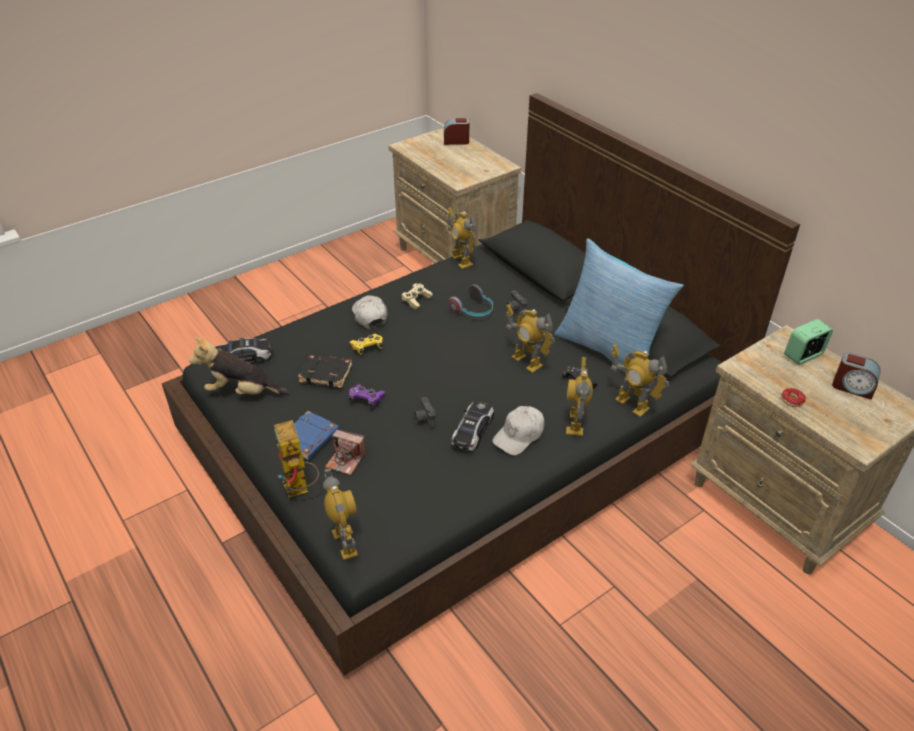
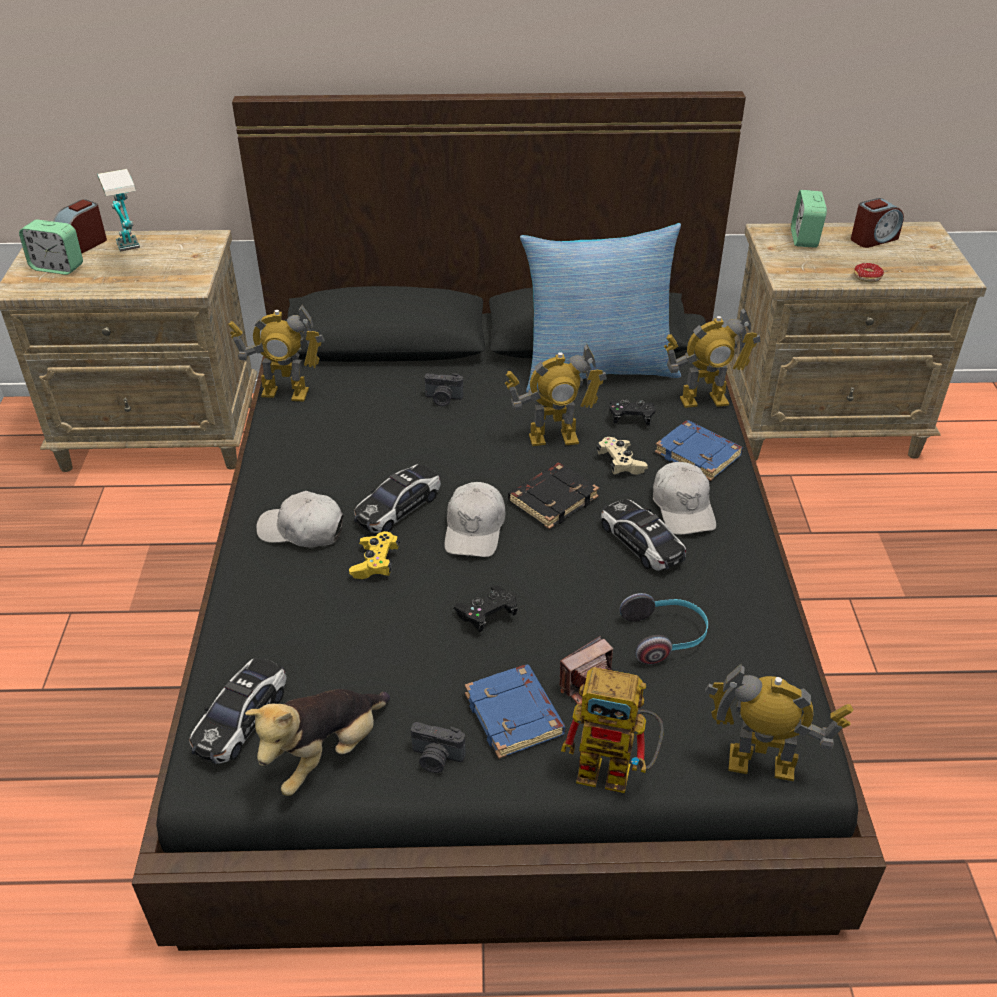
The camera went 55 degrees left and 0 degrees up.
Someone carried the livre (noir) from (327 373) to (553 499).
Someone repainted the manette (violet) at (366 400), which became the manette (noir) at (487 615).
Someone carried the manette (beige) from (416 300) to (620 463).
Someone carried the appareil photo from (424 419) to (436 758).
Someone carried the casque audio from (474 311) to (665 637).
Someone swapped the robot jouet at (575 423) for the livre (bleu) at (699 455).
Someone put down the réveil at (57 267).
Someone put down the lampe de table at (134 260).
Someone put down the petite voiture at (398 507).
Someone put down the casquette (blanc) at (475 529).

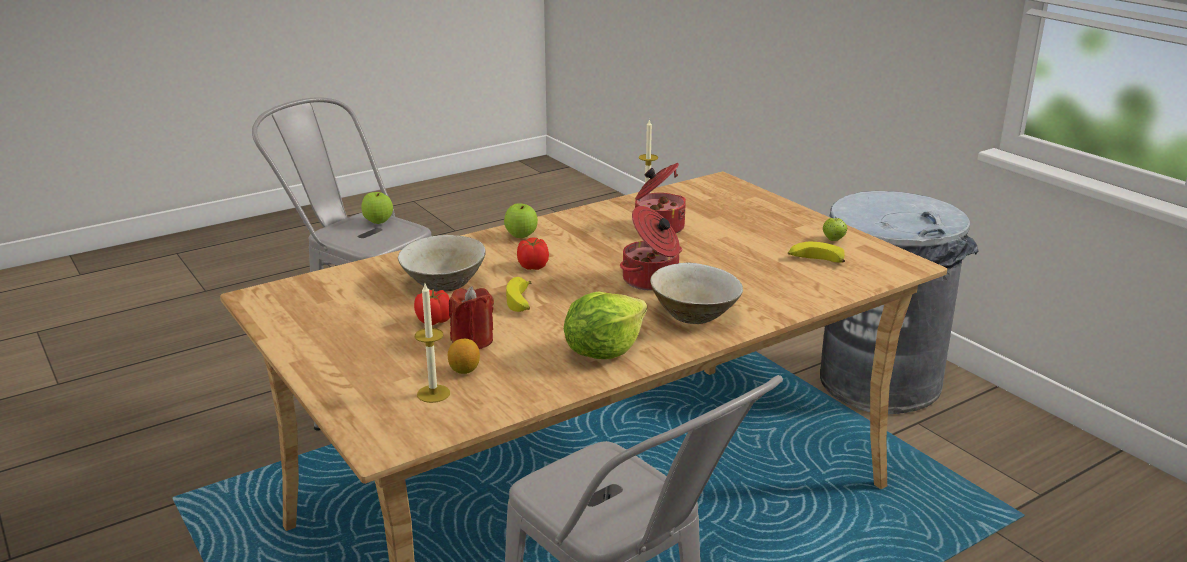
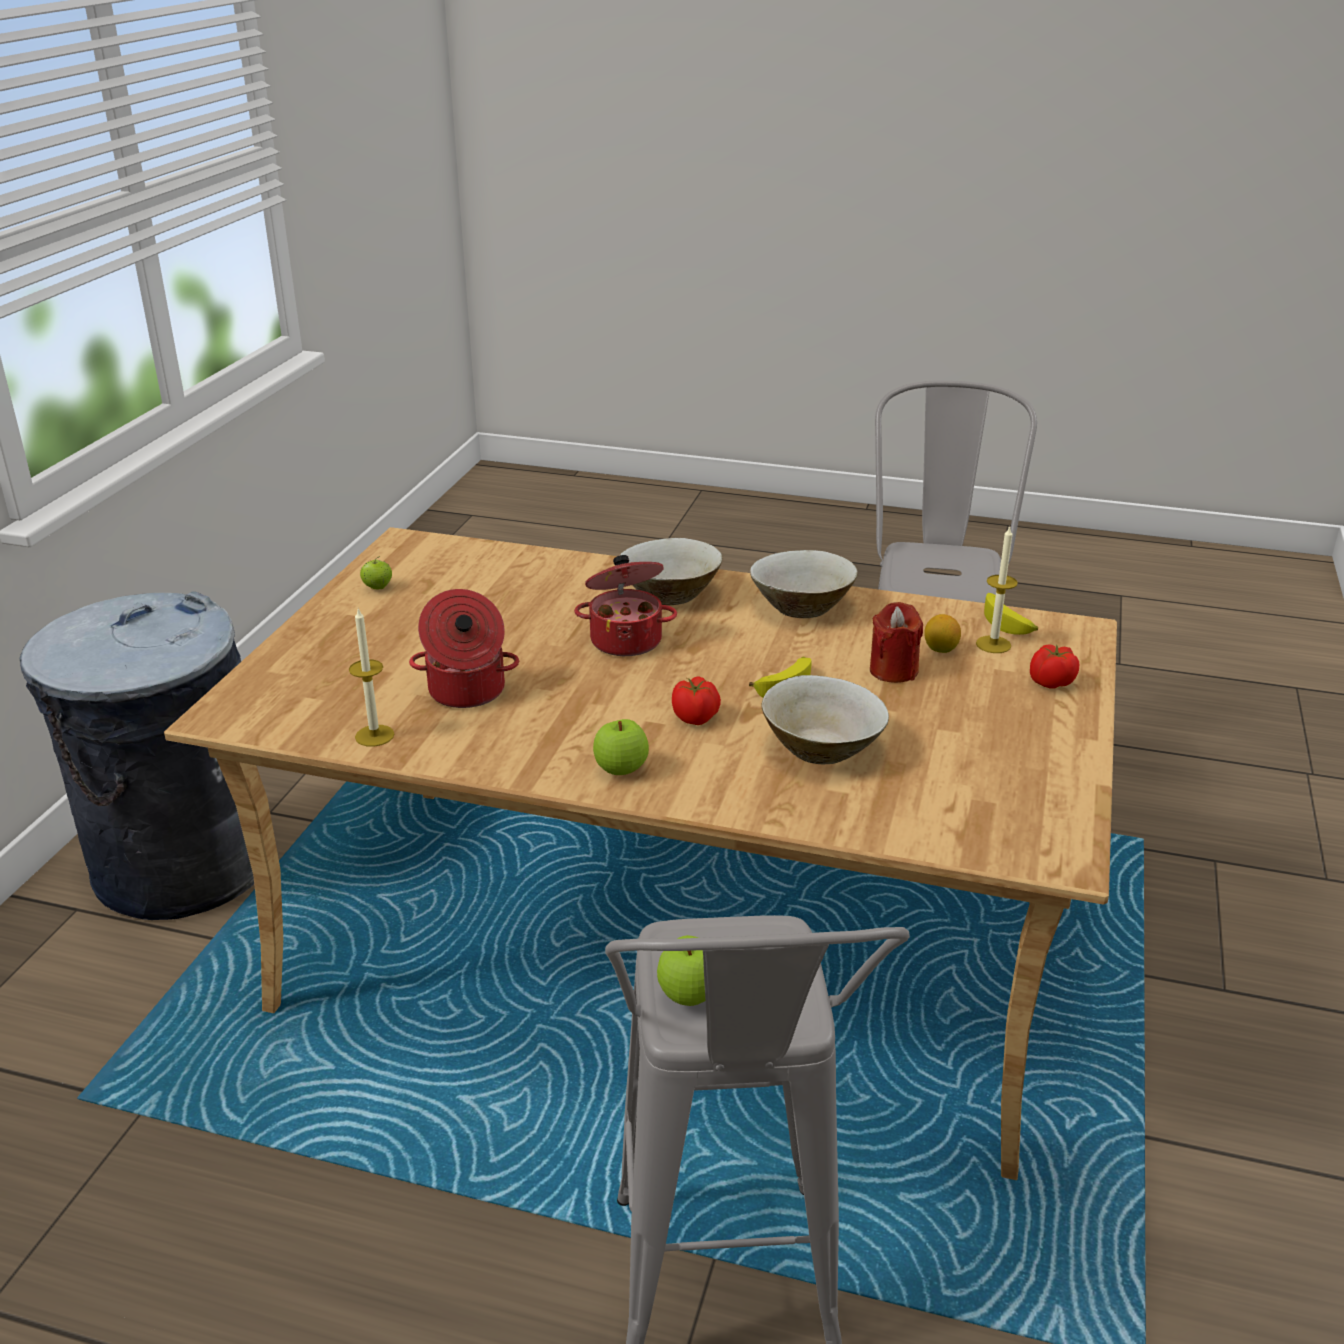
The camera went 130 degrees left and 5 degrees up.
Someone carried the tomate from (435 321) to (1051 683).
Someone swapped the laitue at (603 351) for the bol (beige) at (801 607).
Someone carried the banane from (815 261) to (1009 623).

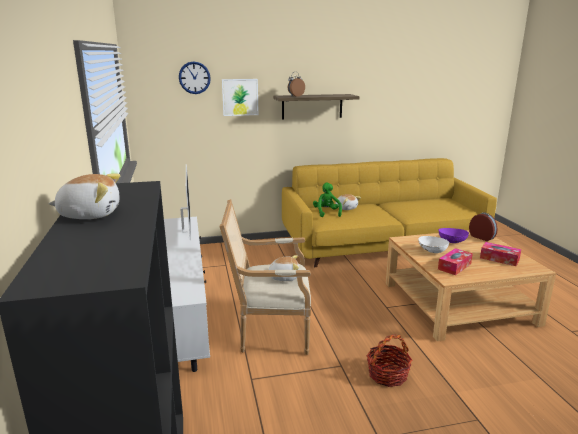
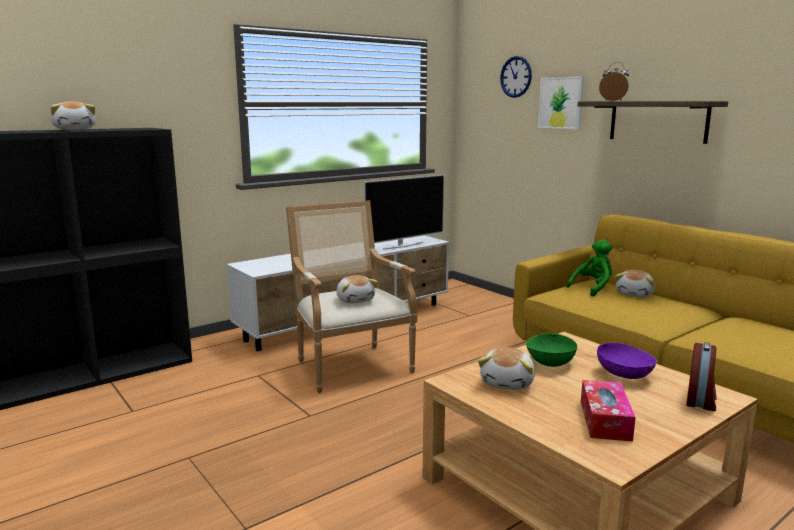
The camera went 65 degrees right and 5 degrees down.
Someone took away the panier at (387 375).
Someone repainted the bol (blanc) at (432 251), which became the bol (vert) at (550 363).
Someone swapped the boîte à mouchoirs at (454 266) for the peluche at (508 383).

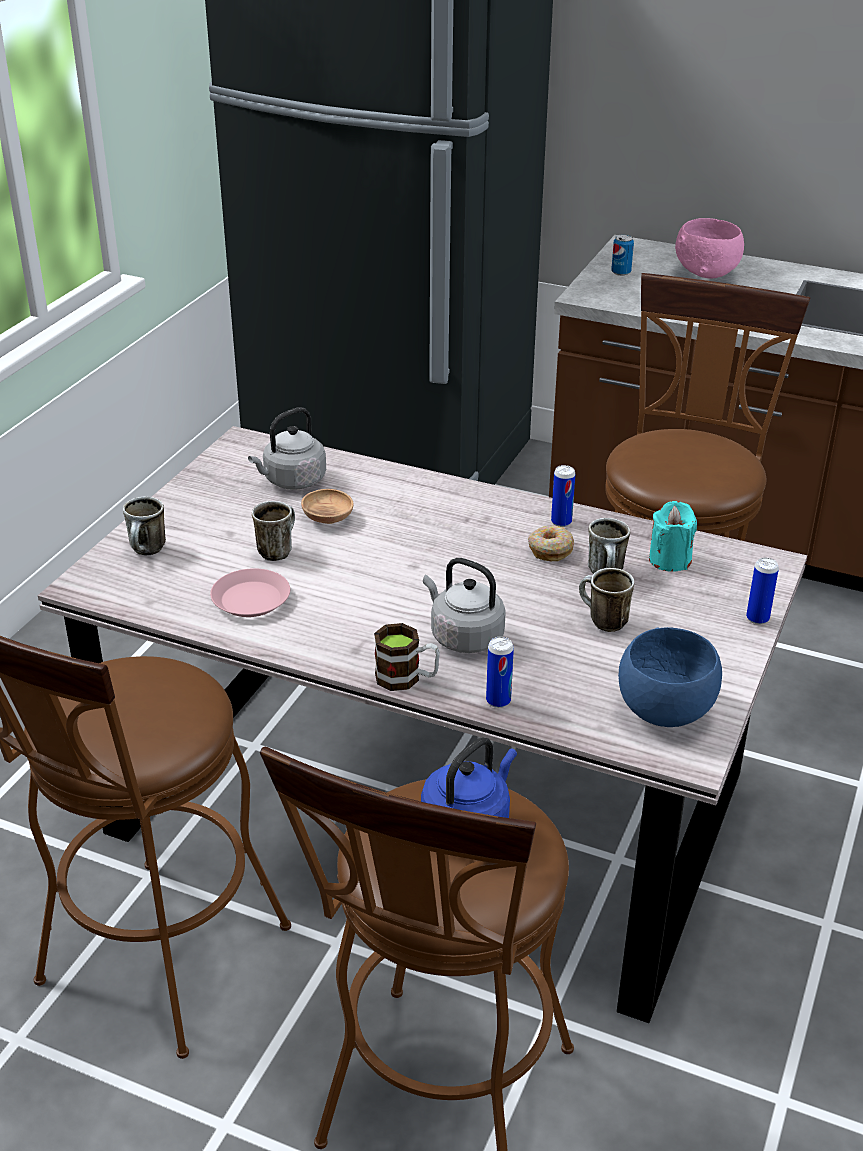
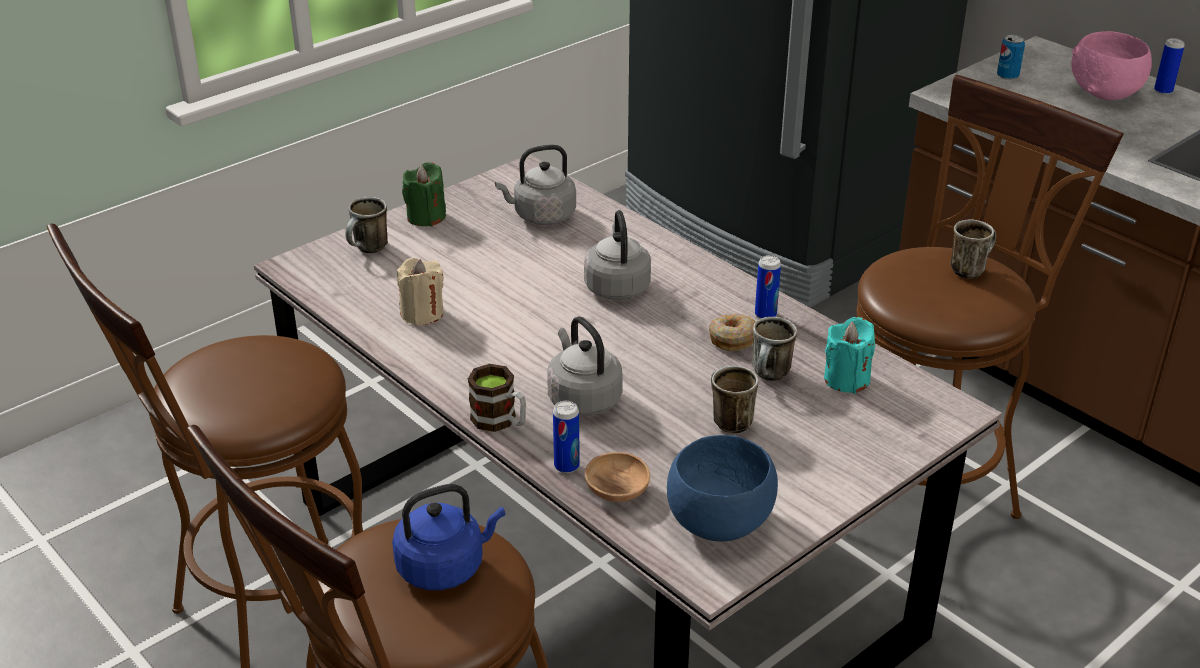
The camera went 25 degrees right and 0 degrees up.
Someone swapped the assiette (rose) at (251 599) for the bougie (beige) at (422 313).
Someone carried the mug from (277 549) to (970 268).
Someone carried the bol (marron) from (328 518) to (617 491).
Someone carried the boîte métallique from (757 618) to (1163 91).
Someone put down the bougie (vert) at (426 217).
Someone put down the bouilloire (gris) at (617 286).

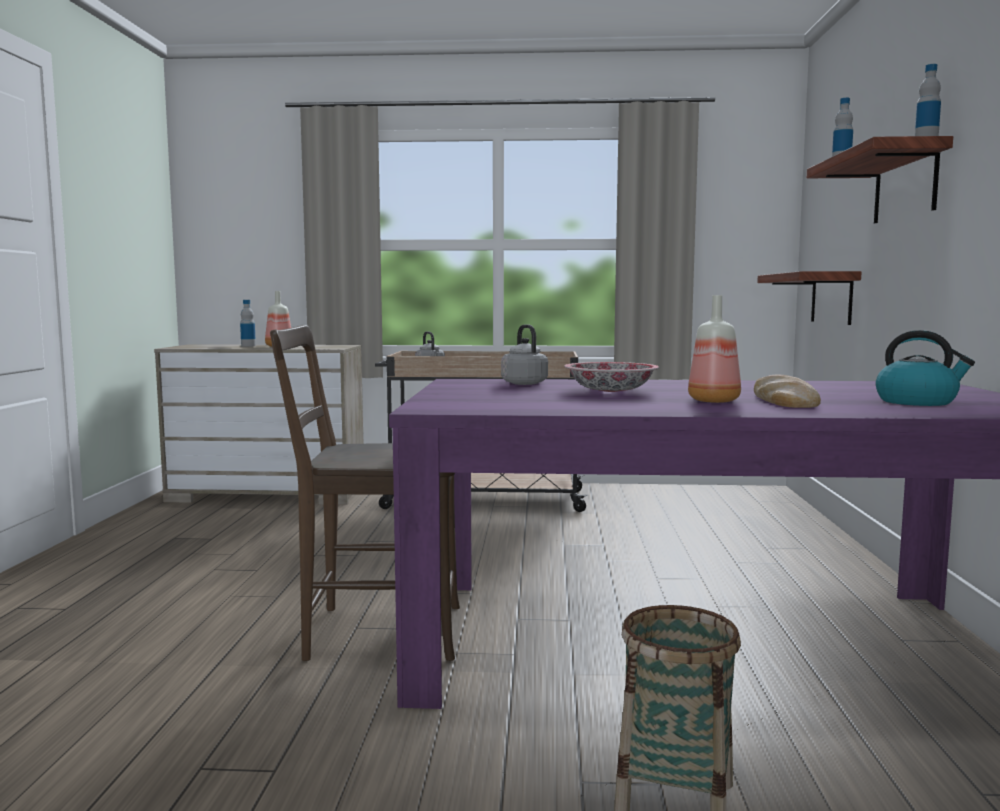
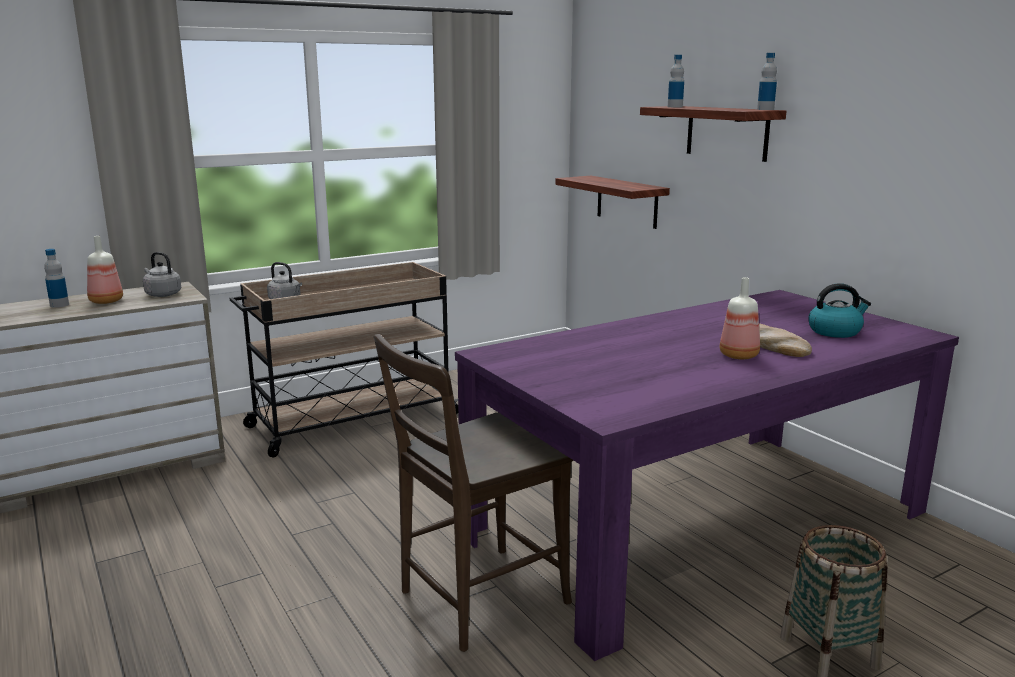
The camera went 35 degrees left and 10 degrees up.
Someone carried the bouilloire (gris) from (523 383) to (162 294).
Someone took away the bol at (611 391).

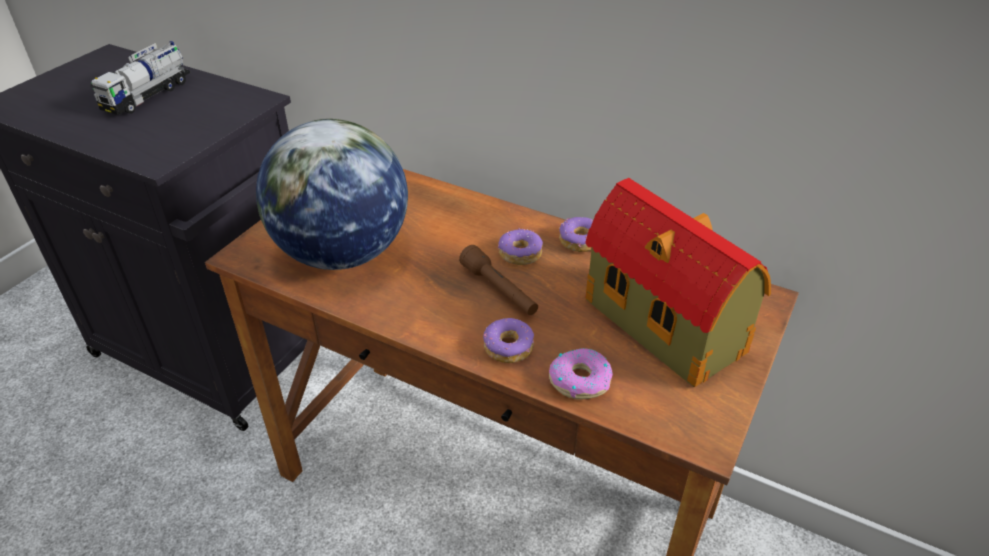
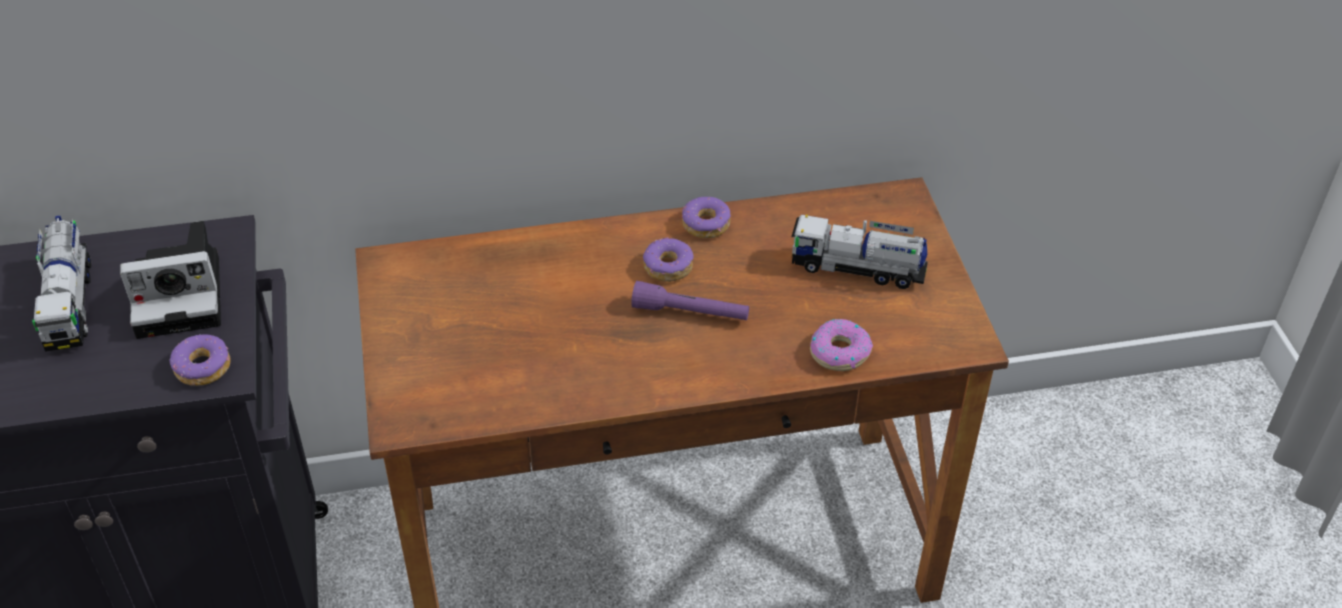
The camera went 40 degrees left and 5 degrees up.
Someone took away the globe at (342 253).
Someone repainted the lampe de poche (marron) at (499 290), which became the lampe de poche (violet) at (690 313).
Someone carried the beignet from (508 347) to (203 367).
Someone swapped the maison miniature at (665 328) for the camion jouet at (857 268).
Someone put down the appareil photo at (183 294).

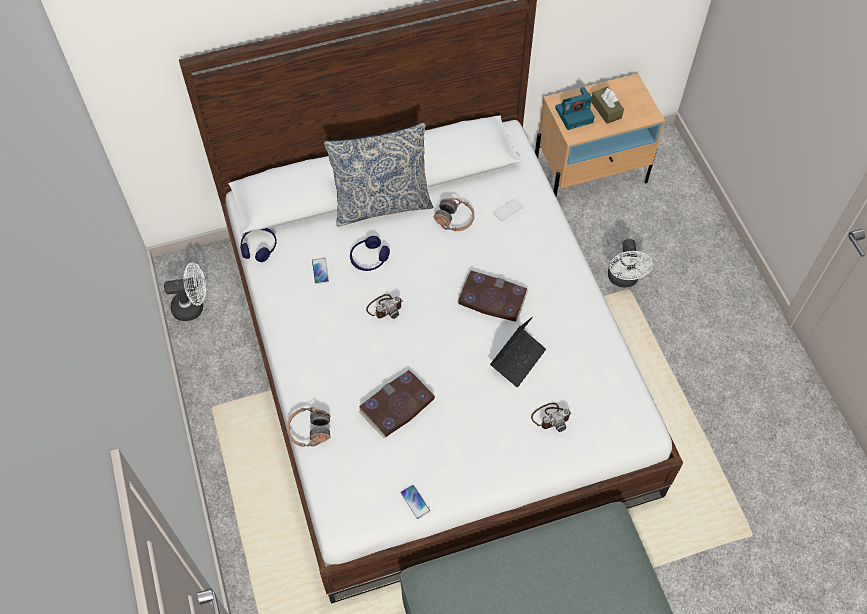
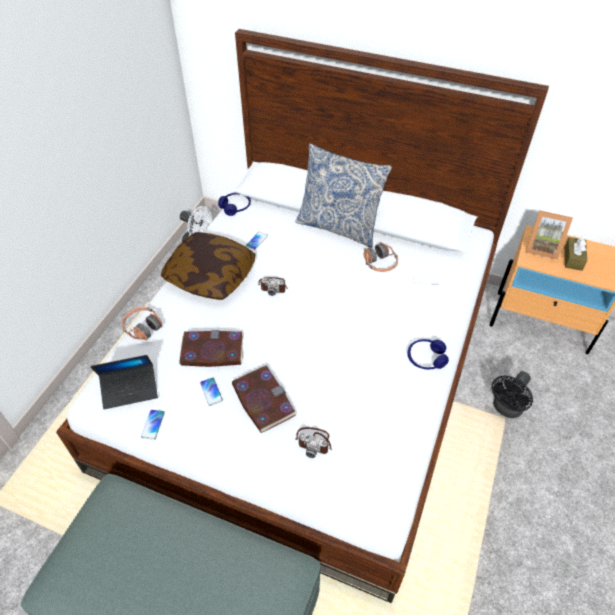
The camera went 40 degrees right and 10 degrees down.
Someone carried the casque audio (bleu) from (369 258) to (426 358).
Someone carried the livre from (492 298) to (263 400).
Someone carried the ordinateur portable from (518 359) to (130 389).
Someone swapped the appareil photo at (574 114) for the cadre photo at (542 248).
Someone repainted the ventilateur (blanc) at (623 279), which became the ventilateur (noir) at (506 409).
Someone put down the coussin at (211 276).
Someone put down the téléphone at (211 392).

